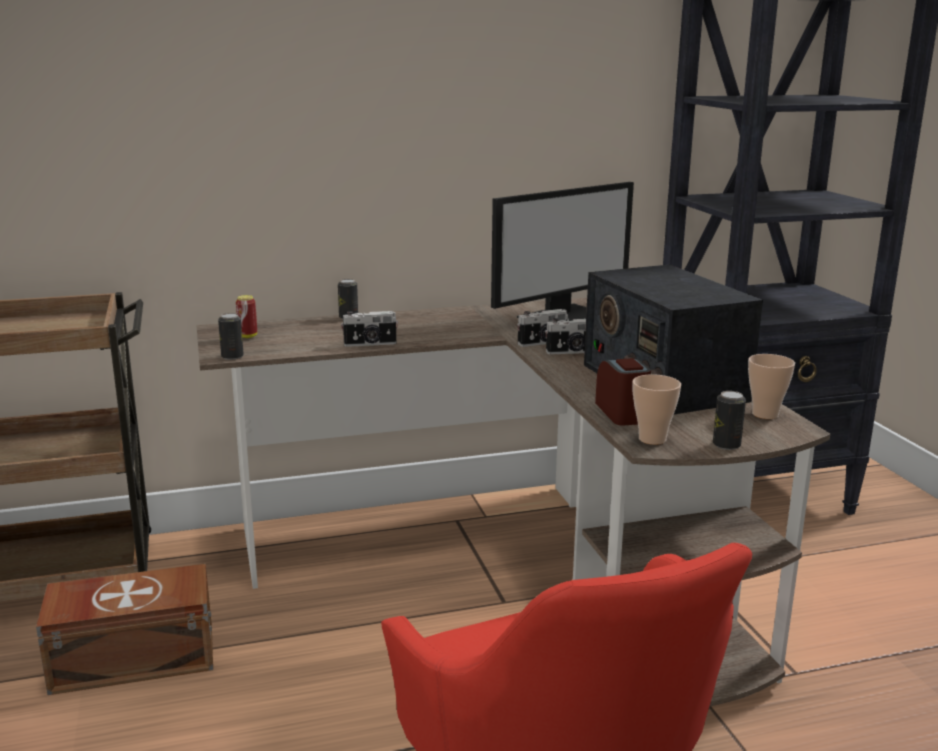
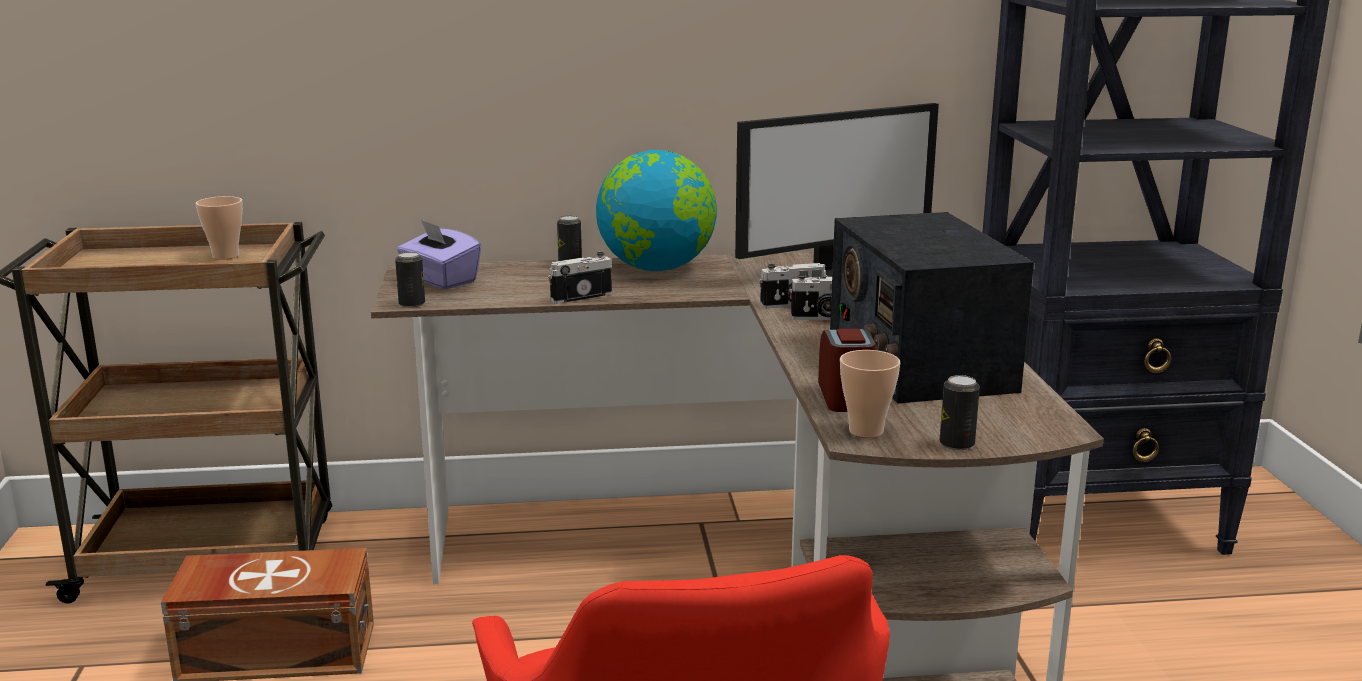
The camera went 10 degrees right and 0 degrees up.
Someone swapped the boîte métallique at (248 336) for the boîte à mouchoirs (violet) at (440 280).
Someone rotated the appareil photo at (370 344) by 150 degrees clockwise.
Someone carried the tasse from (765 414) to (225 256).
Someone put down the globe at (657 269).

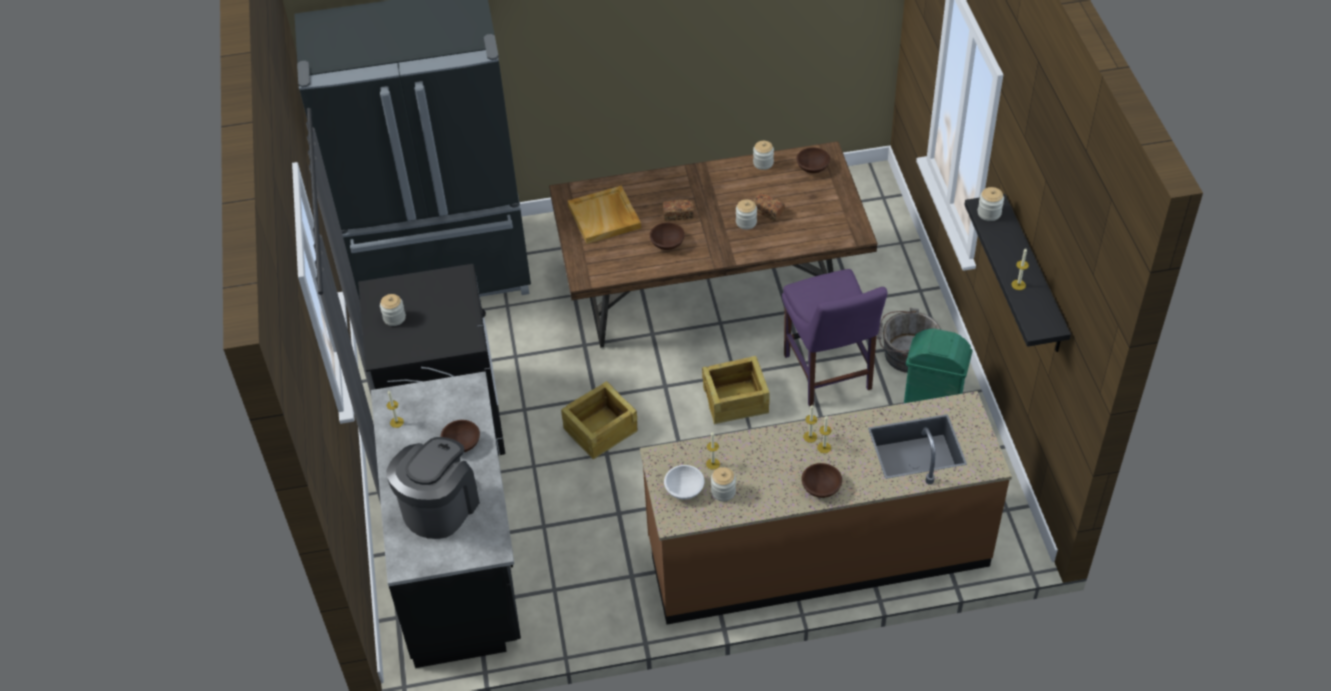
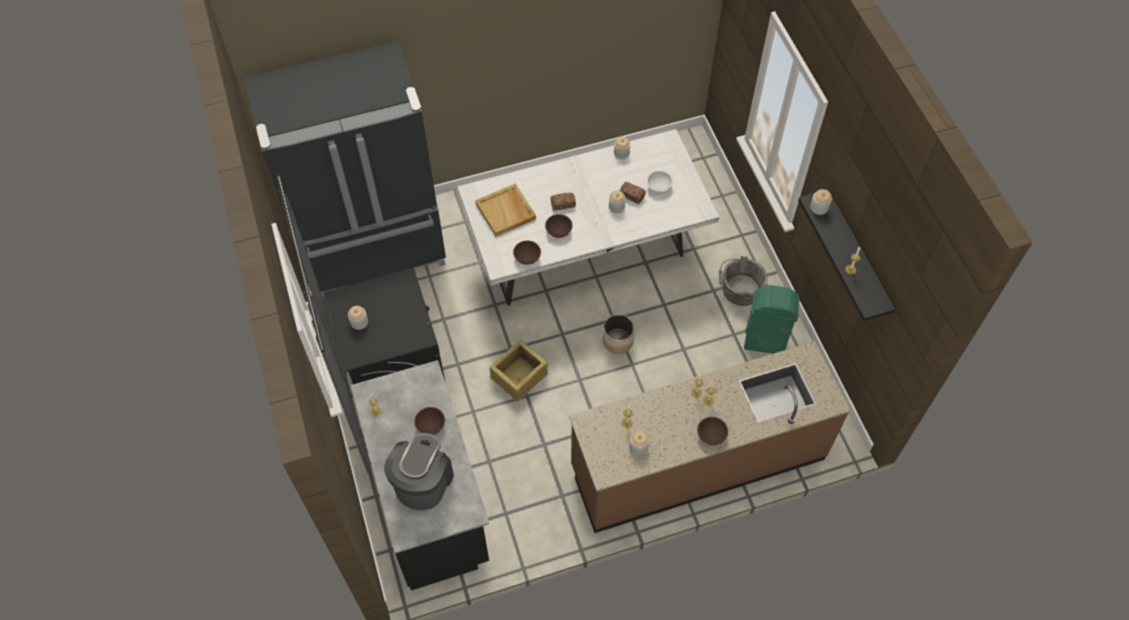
The camera went 10 degrees left and 10 degrees up.
Someone repainted the table à manger (marron) at (710 297), which became the table à manger (blanc) at (585 255).
Someone carried the bol (blanc) from (685 490) to (659 187).
Someone swapped the caisse at (736 401) for the cache-pot at (618 341).
Someone took away the chaise (violet) at (828 375).
Someone carried the bol (marron) from (812 167) to (526 257).

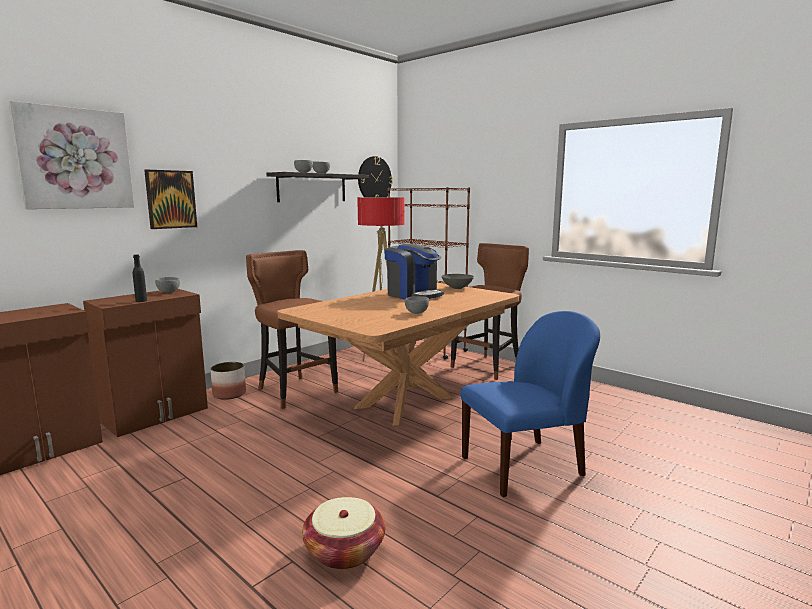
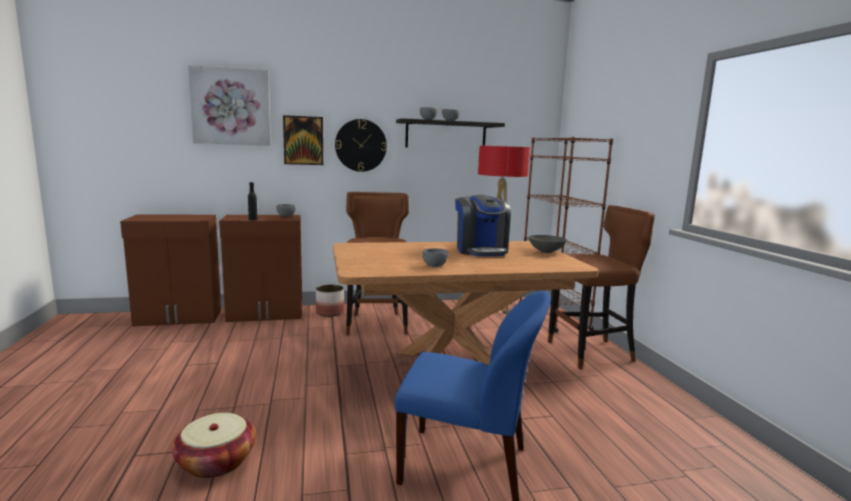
The camera went 35 degrees right and 0 degrees up.
Someone carried the horloge murale from (374 179) to (361 145).

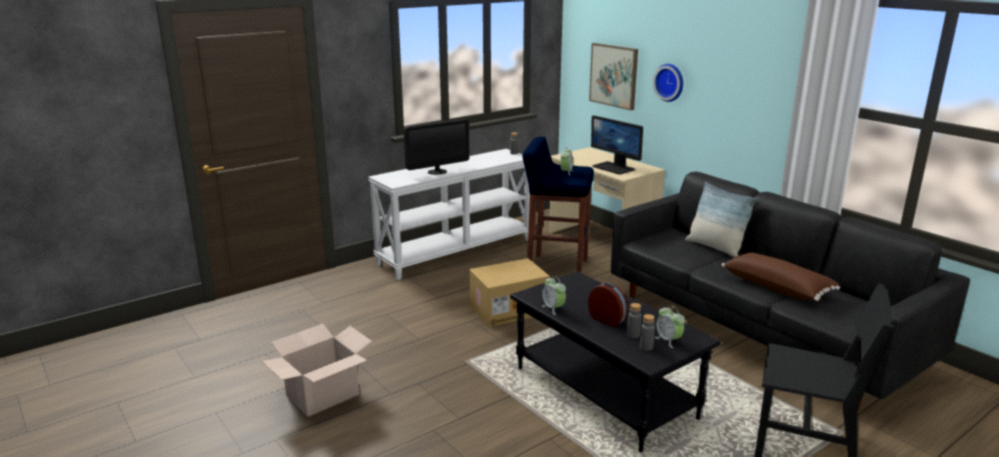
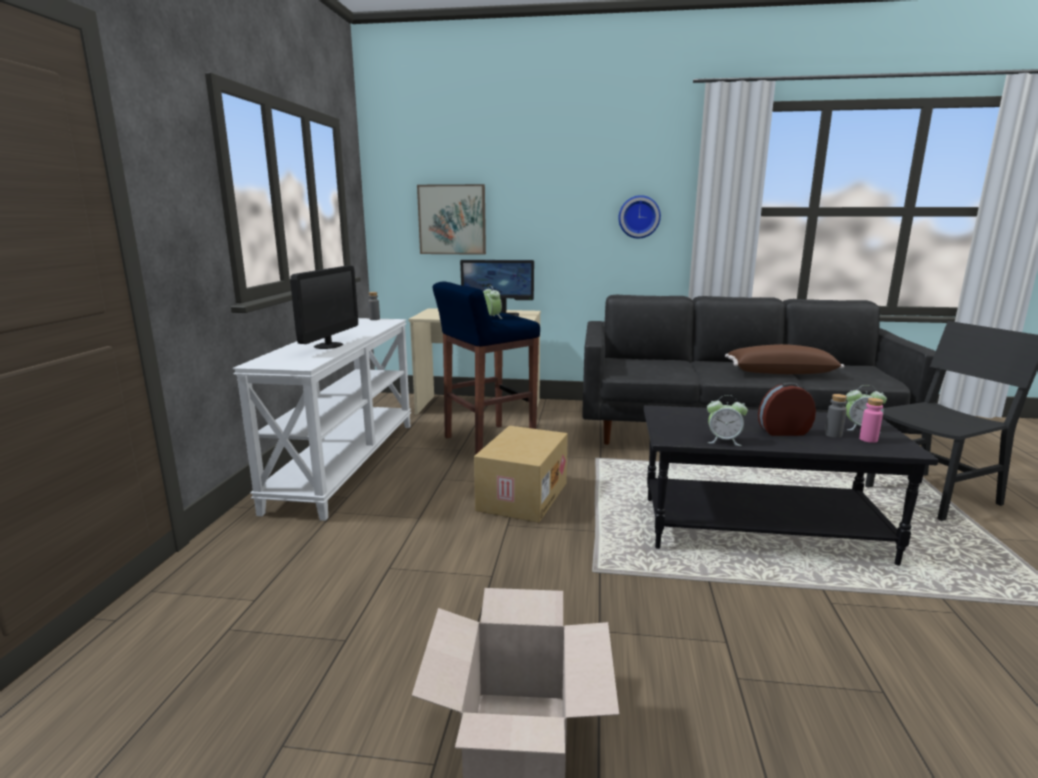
The camera went 45 degrees left and 5 degrees down.
Someone repainted the bouteille (gris) at (646 347), which became the bouteille (rose) at (868 439).
Someone carried the horloge murale from (670 82) to (639 217).
Someone took away the coussin at (715 247).

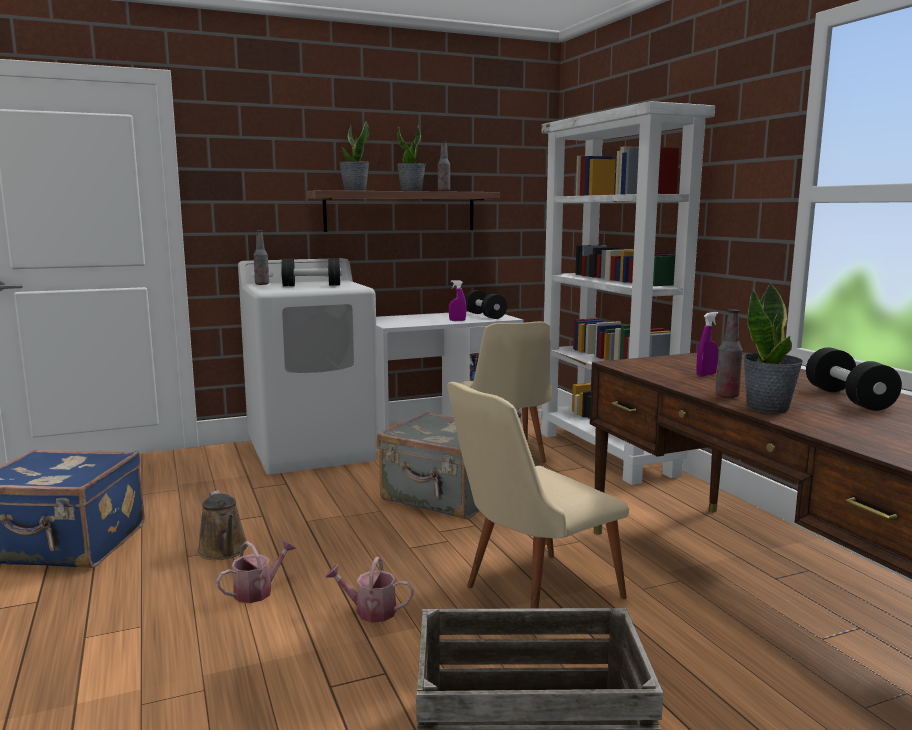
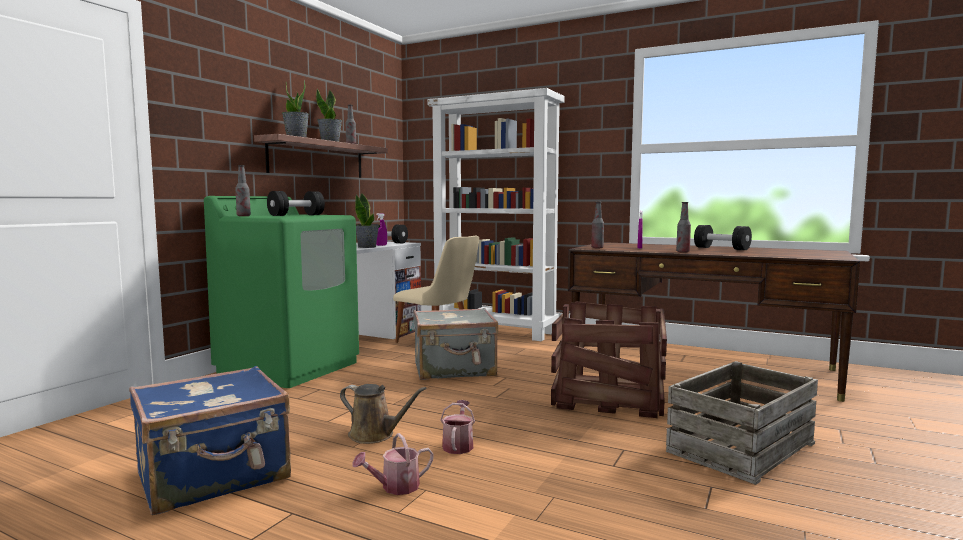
The camera went 40 degrees left and 5 degrees down.
Someone repainted the lave-linge (blanc) at (312 450), which became the lave-linge (vert) at (289 367).
Someone carried the arrosoir from (370 611) to (395 487).
Someone swapped the chaise (beige) at (530 595) for the caisse at (607 397).
Someone carried the plante en pot from (768 408) to (367 247).
Someone put down the bouteille at (597 248).

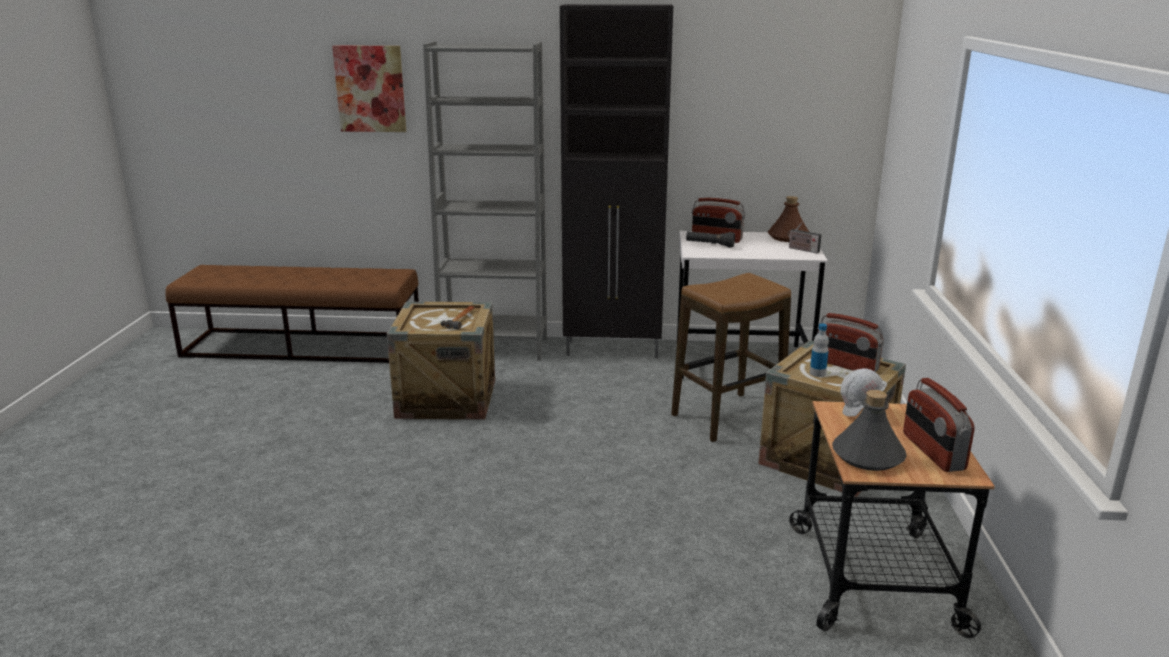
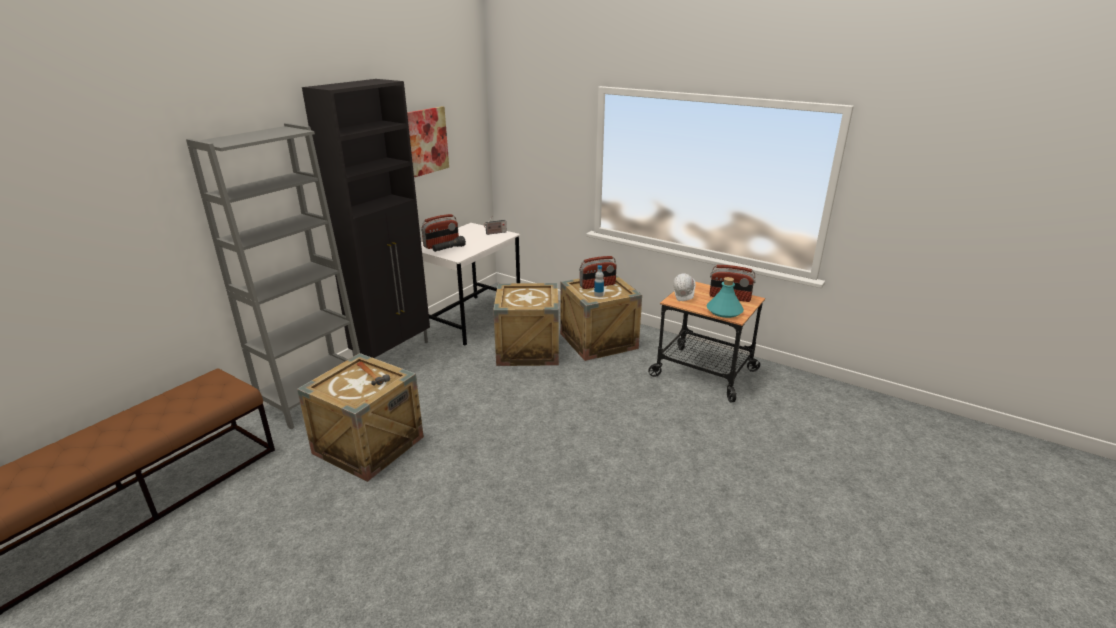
The camera went 60 degrees left and 5 degrees up.
Someone carried the tableau from (370 89) to (427 141).
Someone swapped the tabouret at (727 417) for the caisse at (528 350).
Someone took away the bouteille (marron) at (788 237).
Someone repainted the bouteille (gris) at (867 456), which became the bouteille (turquoise) at (724 311).

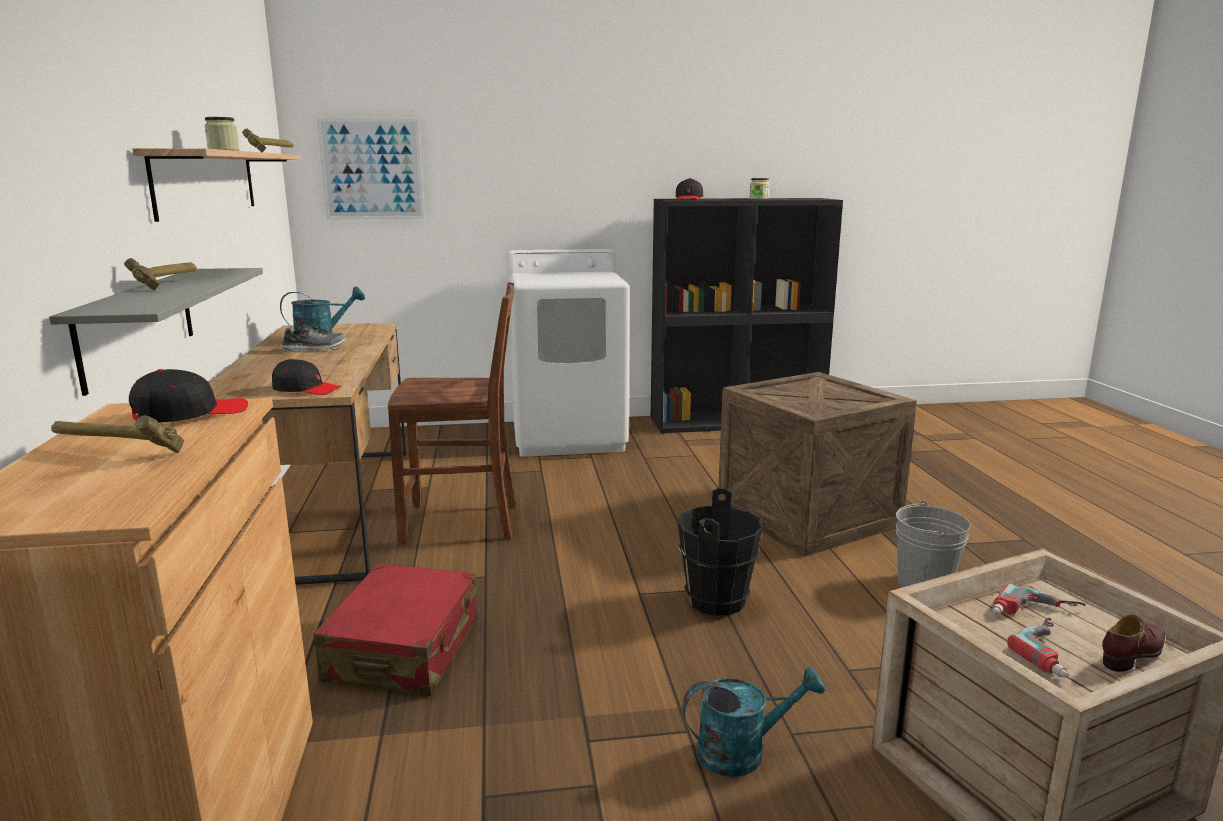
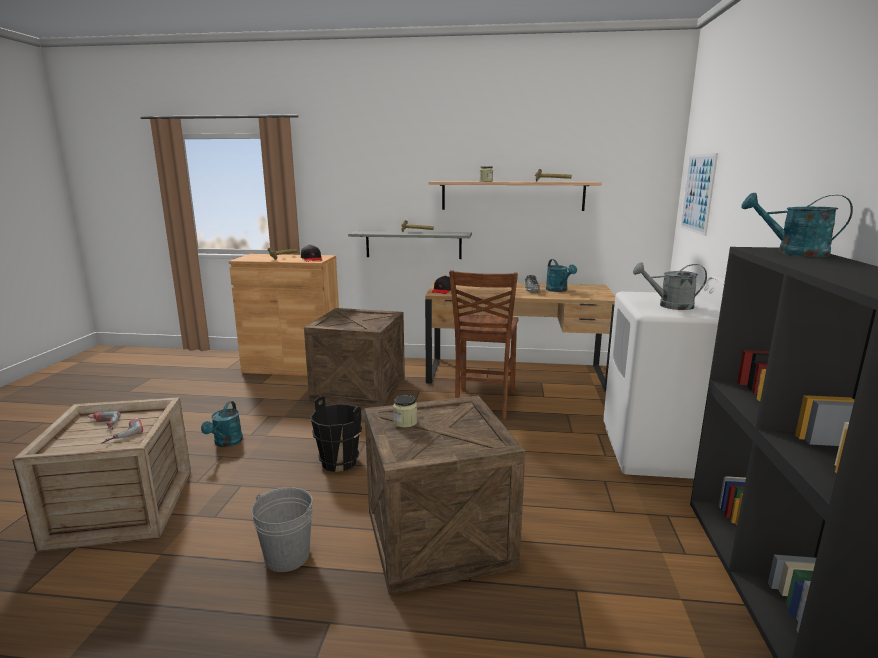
The camera went 105 degrees right and 0 degrees up.
Someone swapped the valise (rouge) at (404 649) for the caisse at (360 389).
Someone swapped the casquette (noir) at (689 199) for the arrosoir (turquoise) at (792 252).
Someone carried the bocal from (758 199) to (405 422).
Someone took away the chaussure (marron) at (1134 653).
Someone put down the arrosoir (gris) at (669 306).

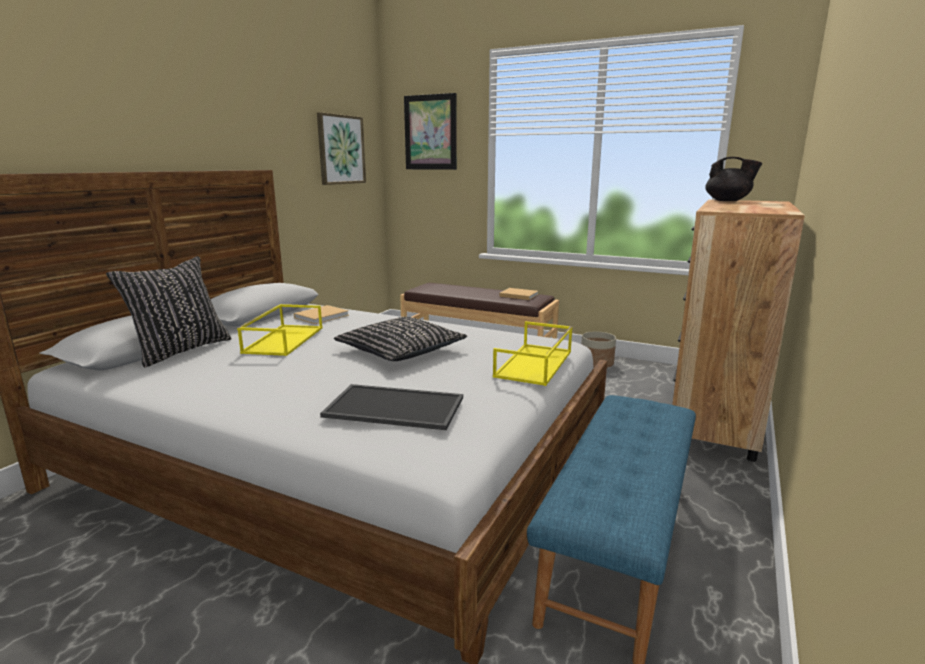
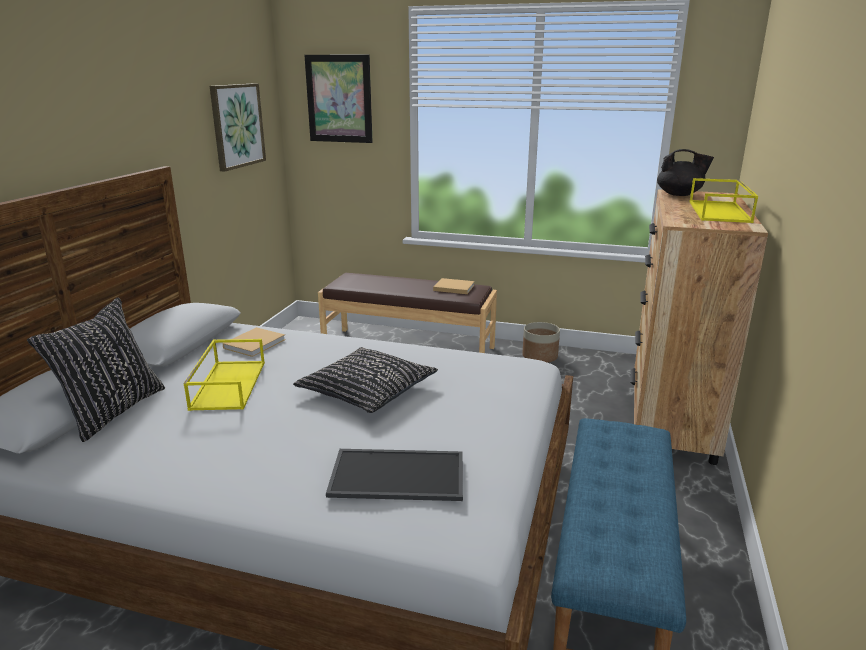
The camera went 10 degrees left and 5 degrees up.
Someone carried the plateau (jaune) from (535 364) to (720 212).

